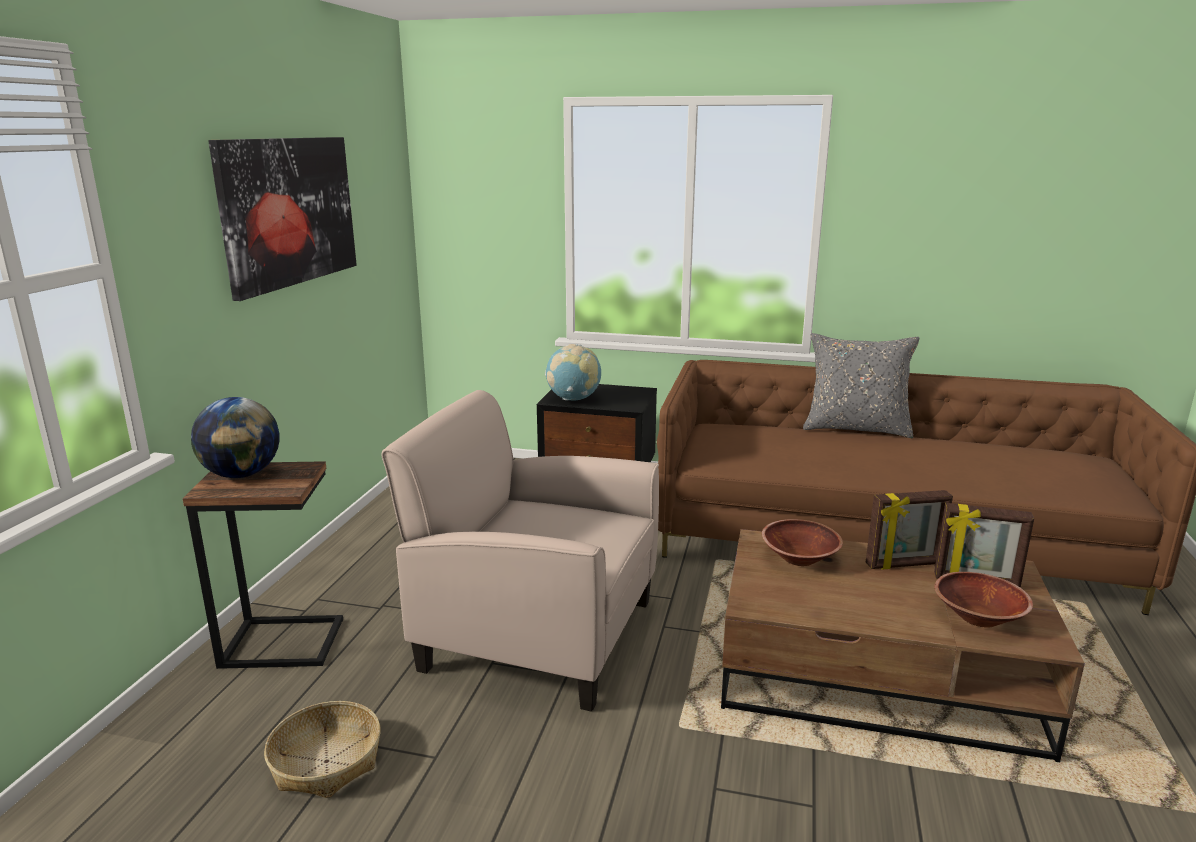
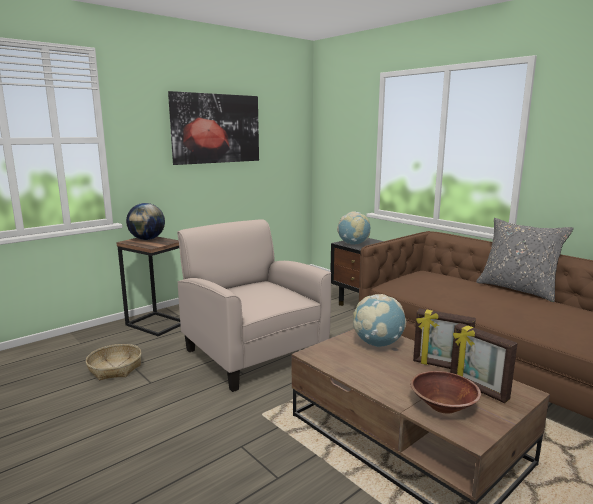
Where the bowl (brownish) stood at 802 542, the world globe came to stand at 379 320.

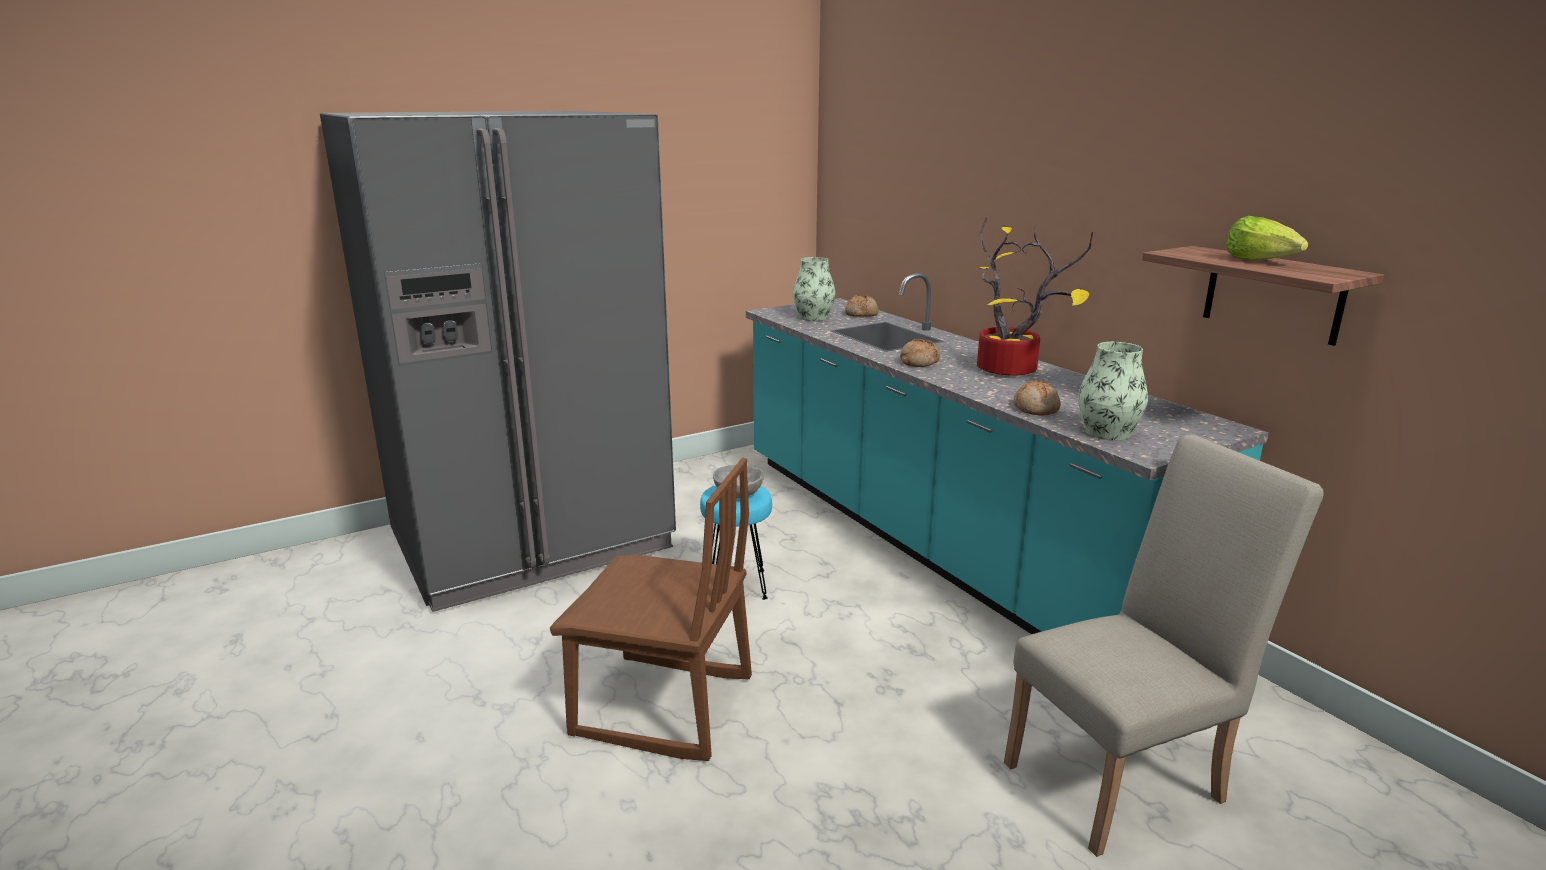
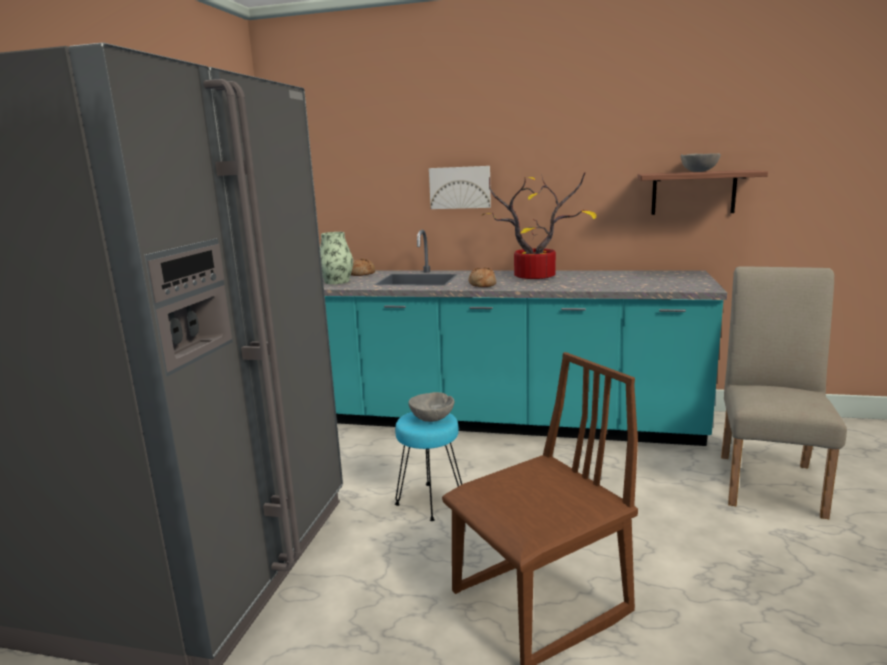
The second view gained the wall picture at 460 187.
Where the lettuce head stood at 1267 238, the bowl (greyish) came to stand at 701 162.
The second view lost the bread at 1037 397.
The second view lost the flower vase at 1113 391.

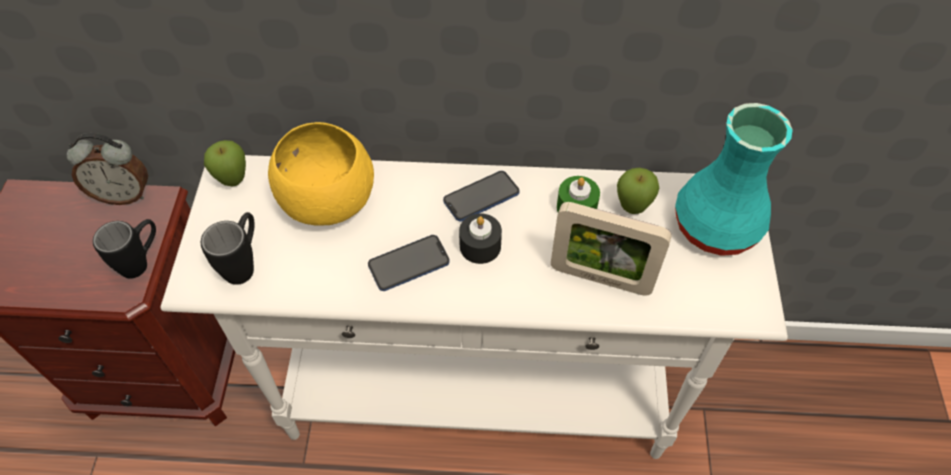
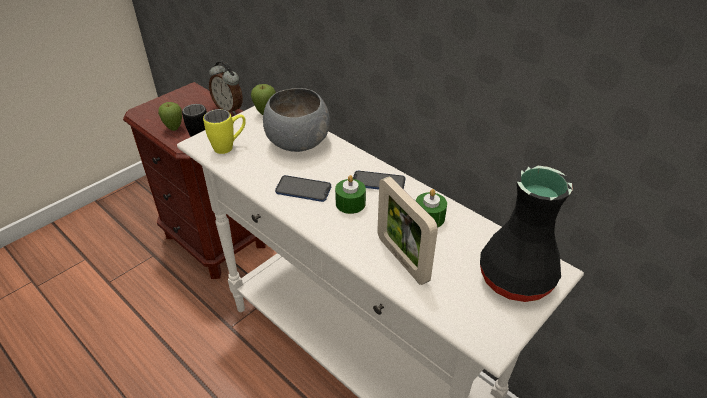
The apple ended up elsewhere, having gone from 638 191 to 170 116.
What was the mug (black) at 228 248 turned into the mug (yellowish) at 224 131.
What was the bowl (yellowish) at 321 174 turned into the bowl (greyish) at 296 120.
What was the wax light (black) at 480 238 turned into the wax light (green) at 350 194.
What was the flower vase (blue-green) at 734 179 turned into the flower vase (black) at 526 234.

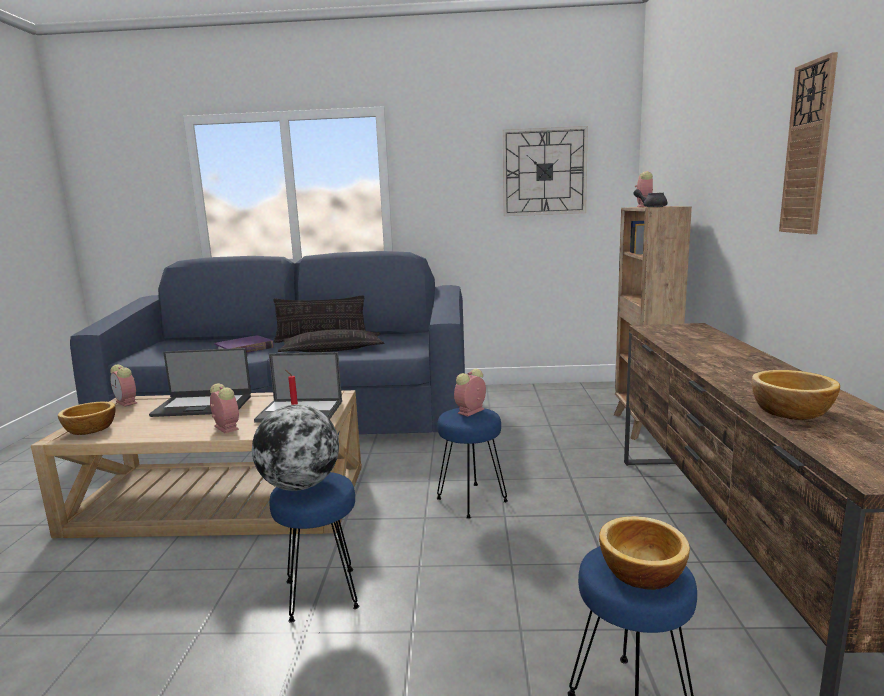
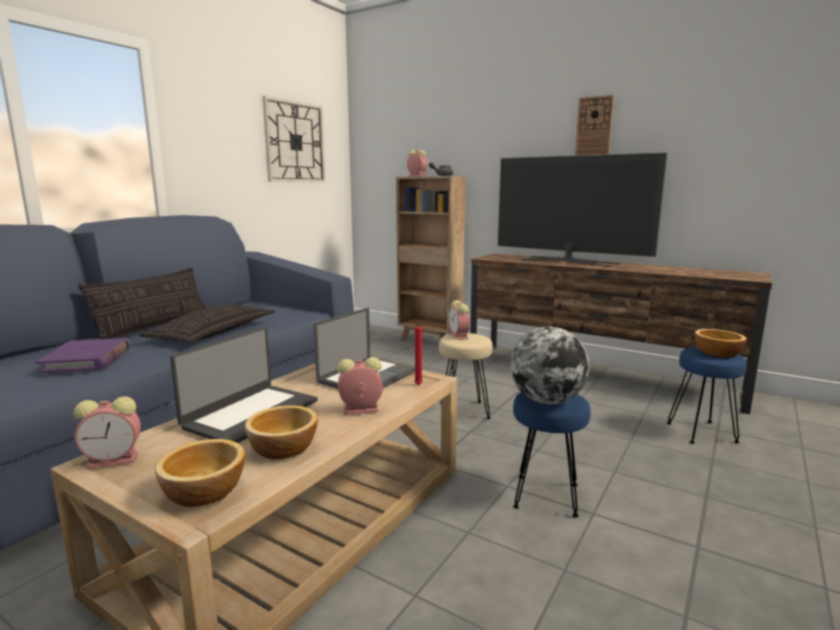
The bowl ended up elsewhere, having gone from 796 395 to 281 432.
What was the stool (bluish) at 472 463 turned into the stool (beige) at 466 376.
The second view gained the TV set at 582 209.

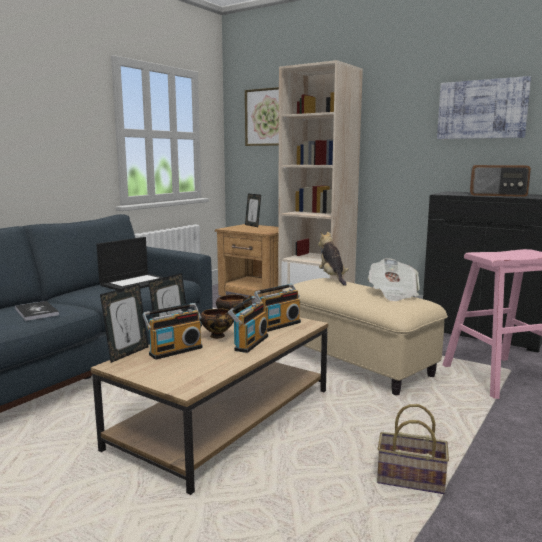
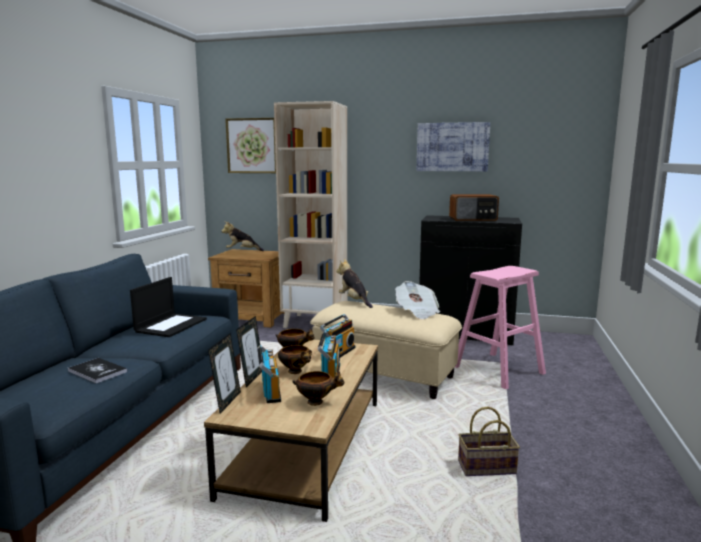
Where the picture frame stood at 253 210, the soft toy came to stand at 242 236.
The radio set at 172 331 ended up facing another way, 45 degrees counterclockwise from before.
The second view gained the bowl at 318 388.

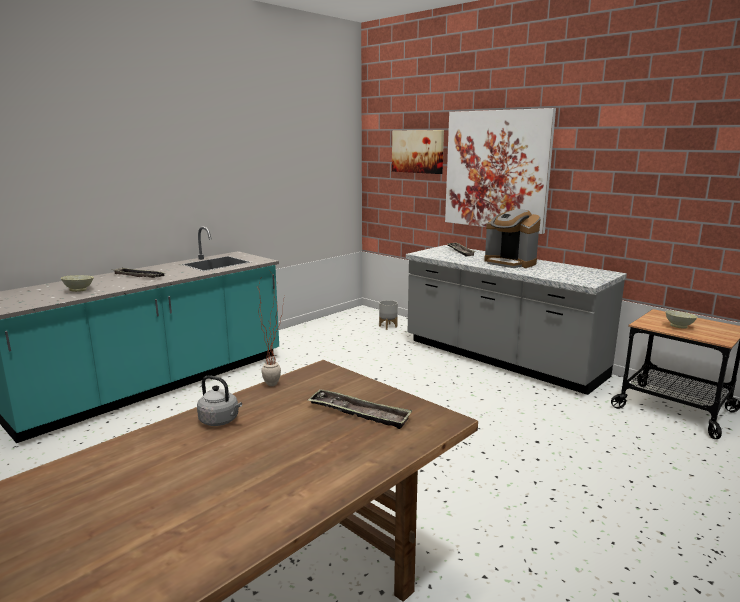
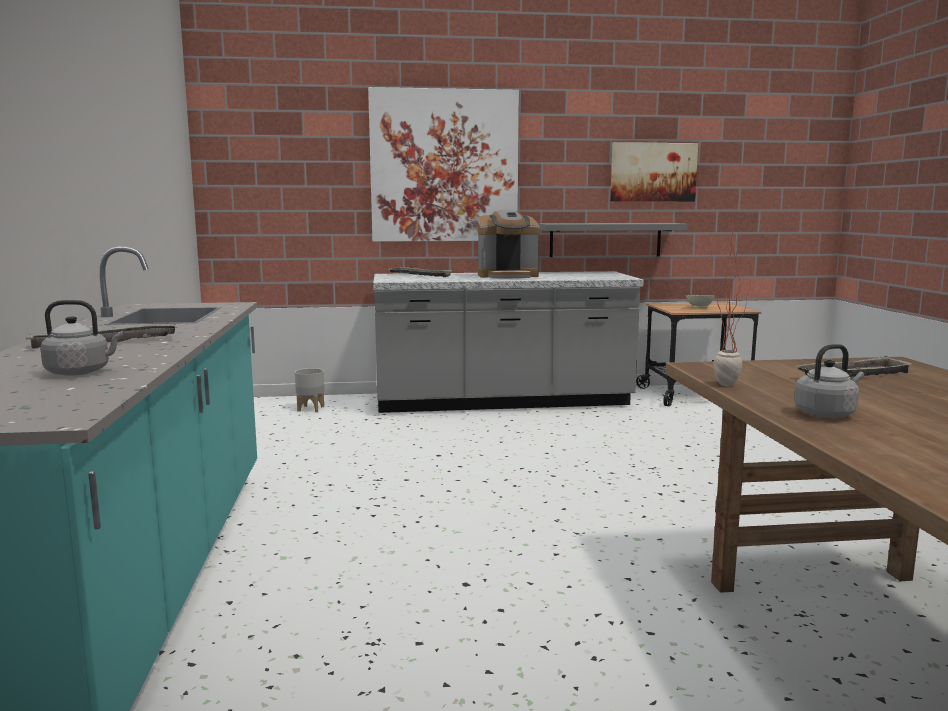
Where the bowl (beige) stood at 77 283, the tea kettle (greyish) came to stand at 81 338.
The second view gained the wall shelf (greyish) at 612 240.
The wall picture ended up elsewhere, having gone from 418 152 to 654 171.

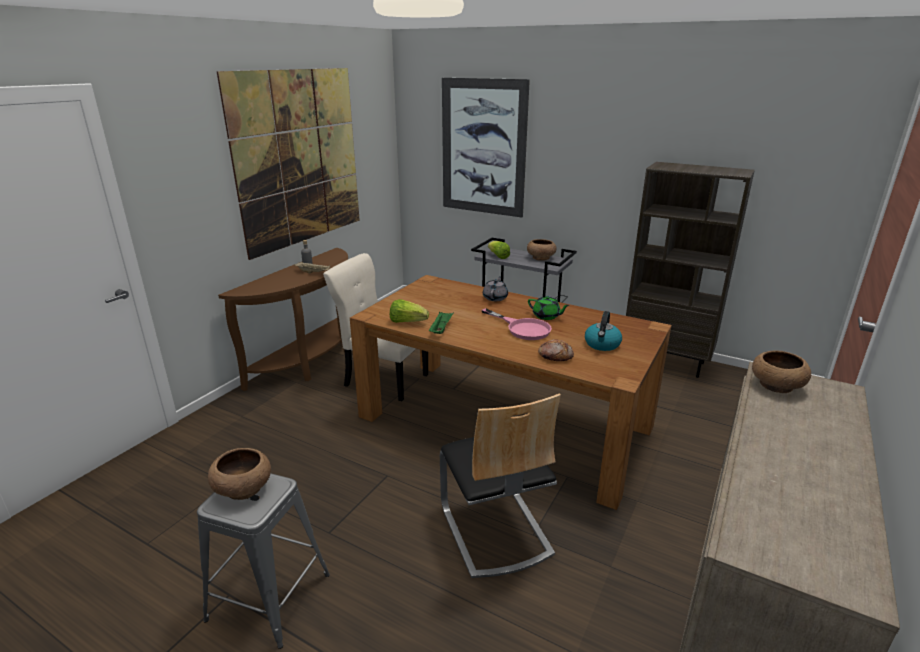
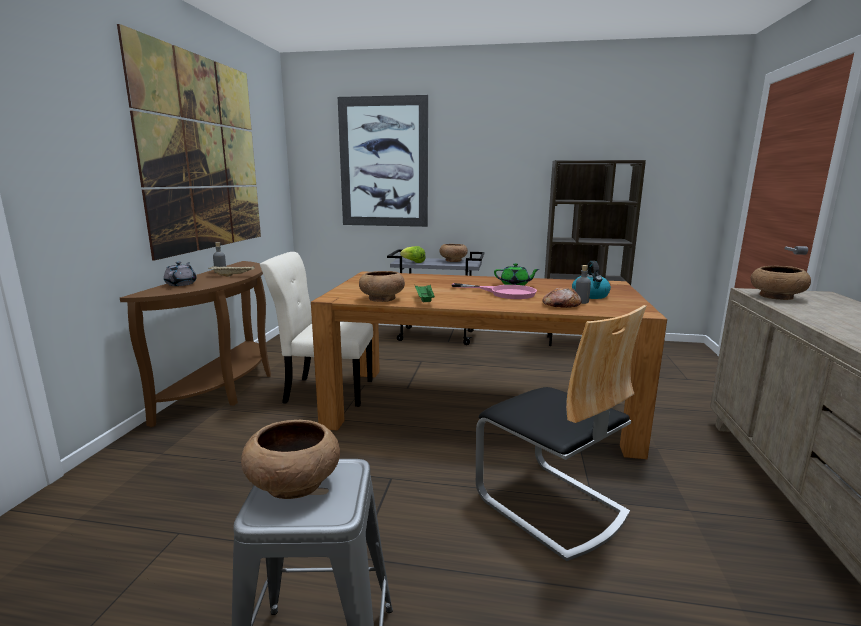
The pot for tea (greyish) ended up elsewhere, having gone from 495 288 to 180 274.
Where the lettuce head stood at 409 311, the bowl (brownish) came to stand at 382 286.
The second view gained the bottle (greyish) at 583 284.

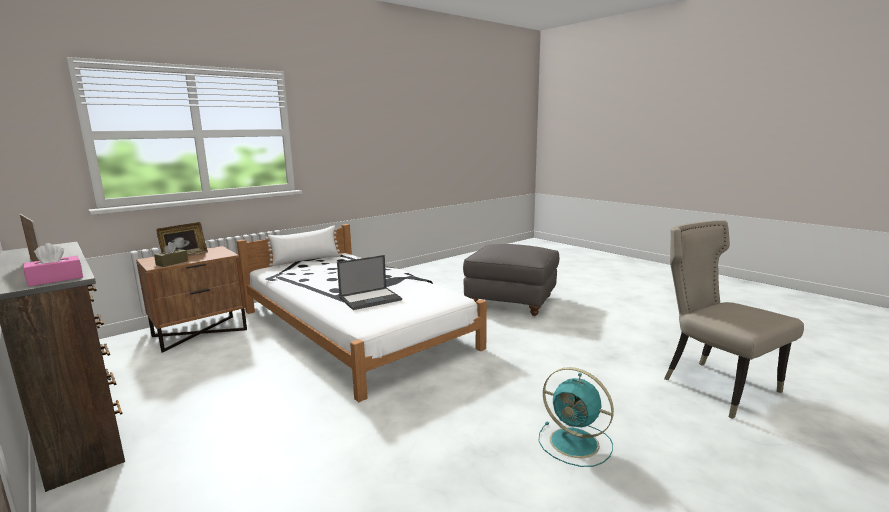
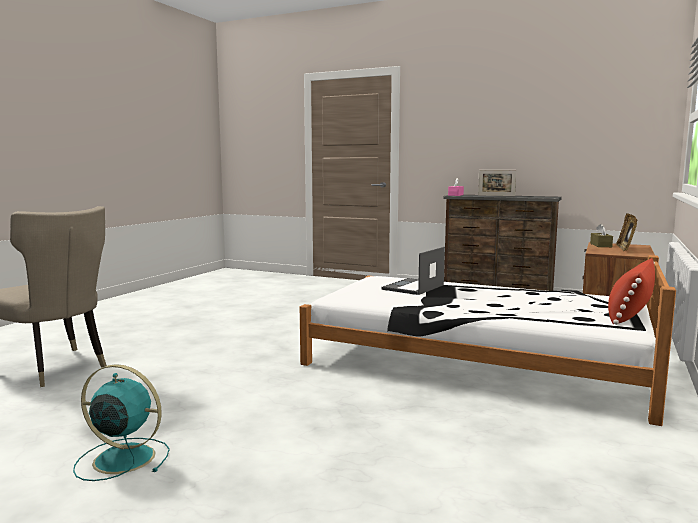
The electric fan (blue-green) ended up elsewhere, having gone from 576 417 to 121 422.
What was the throw pillow (whitish) at 303 246 turned into the throw pillow (red) at 631 291.
The second view lost the footrest (greyish) at 511 280.

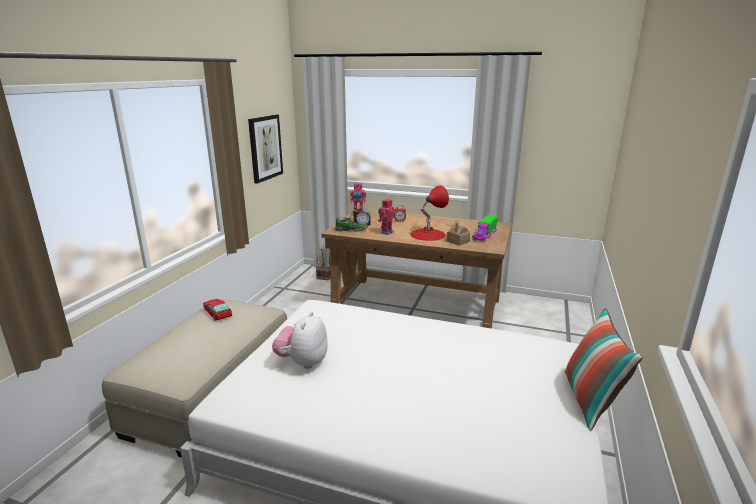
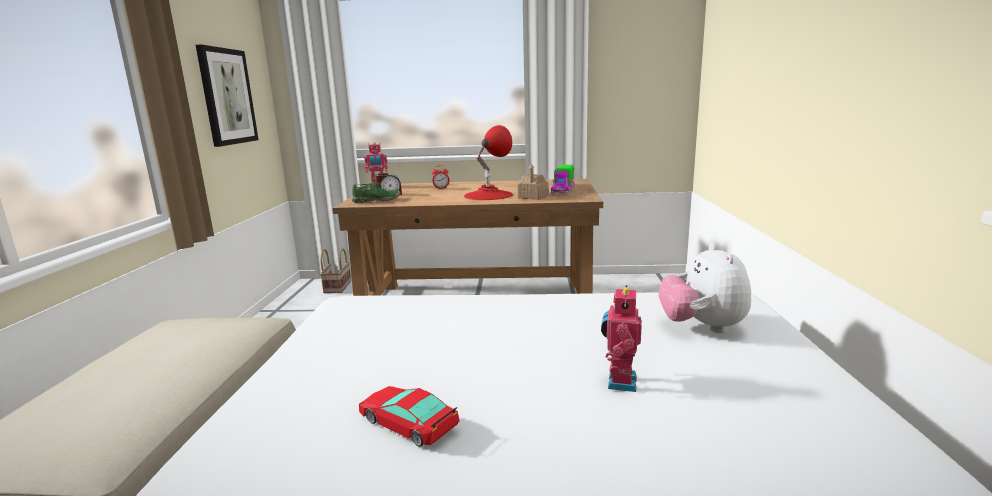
The miniature car ended up elsewhere, having gone from 217 310 to 409 416.
The model robot ended up elsewhere, having gone from 386 216 to 621 338.
The soft toy ended up elsewhere, having gone from 300 340 to 705 288.
The second view lost the throw pillow at 604 369.

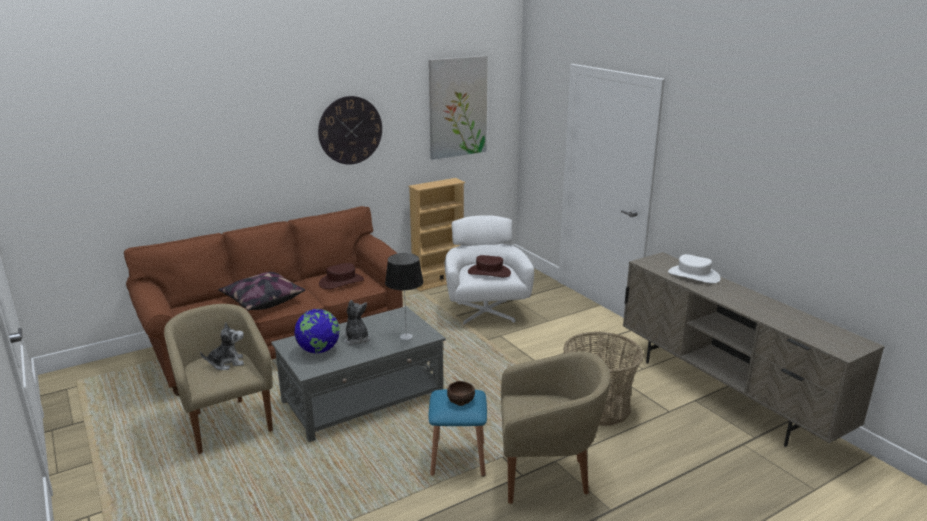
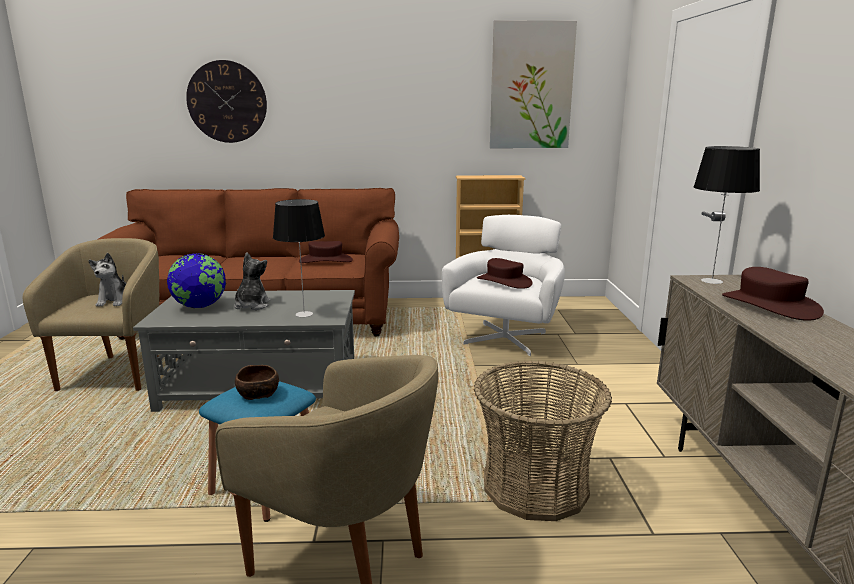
The soft toy at 222 346 ended up facing another way, 75 degrees clockwise from before.
The clock on the wall ended up elsewhere, having gone from 350 130 to 226 101.
The second view gained the lamp for a table at 727 215.
What was the wearable hat (whitish) at 694 269 turned into the wearable hat (brownish) at 773 294.
The second view lost the throw pillow at 261 291.

